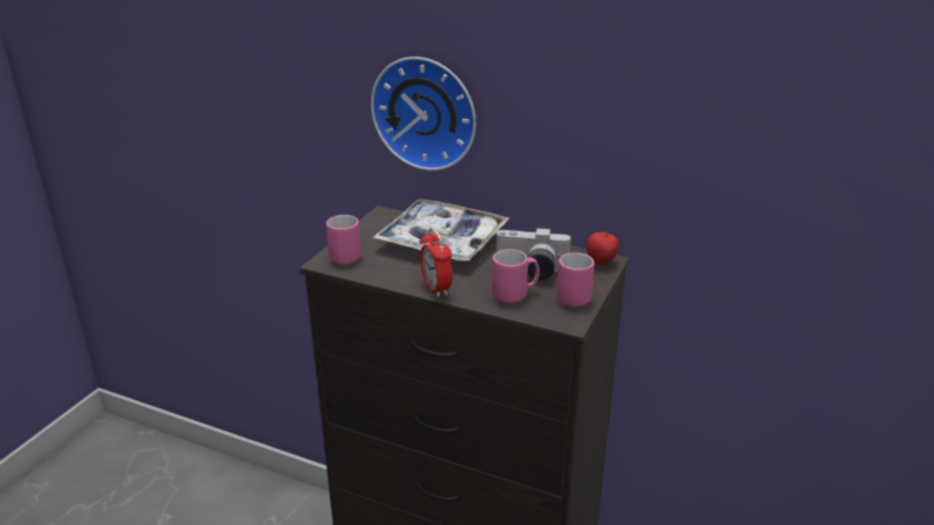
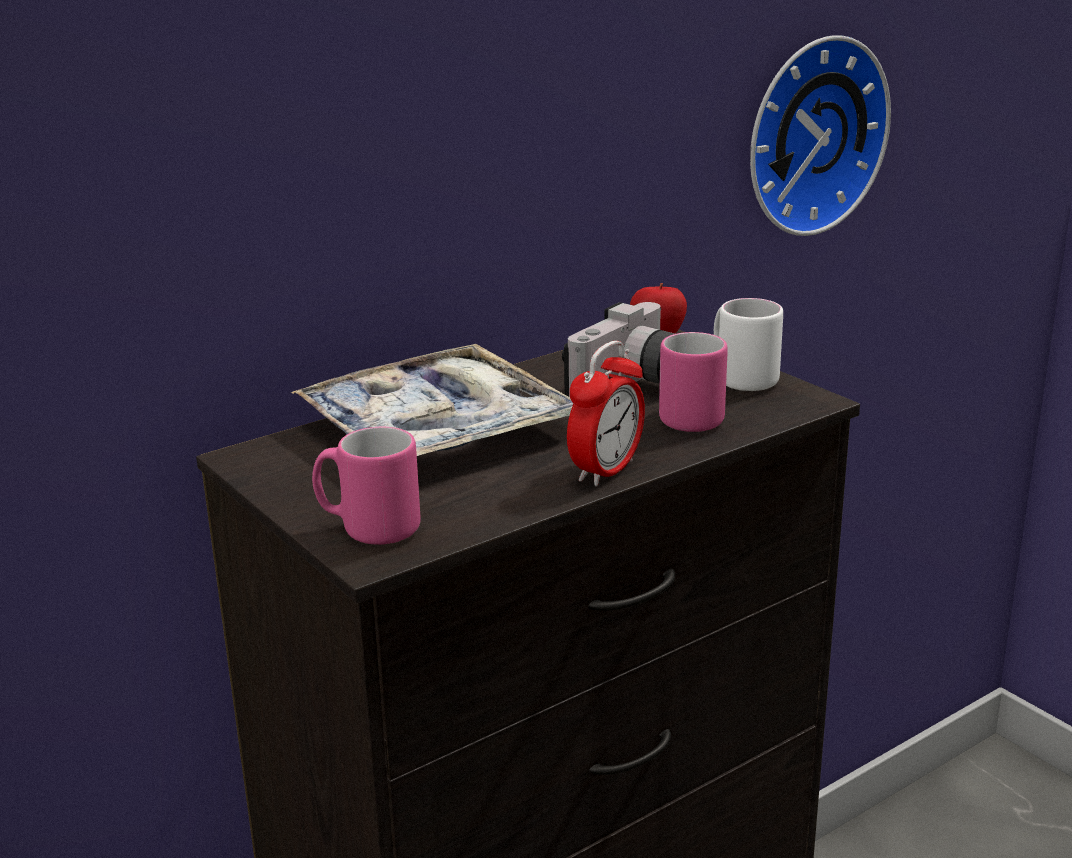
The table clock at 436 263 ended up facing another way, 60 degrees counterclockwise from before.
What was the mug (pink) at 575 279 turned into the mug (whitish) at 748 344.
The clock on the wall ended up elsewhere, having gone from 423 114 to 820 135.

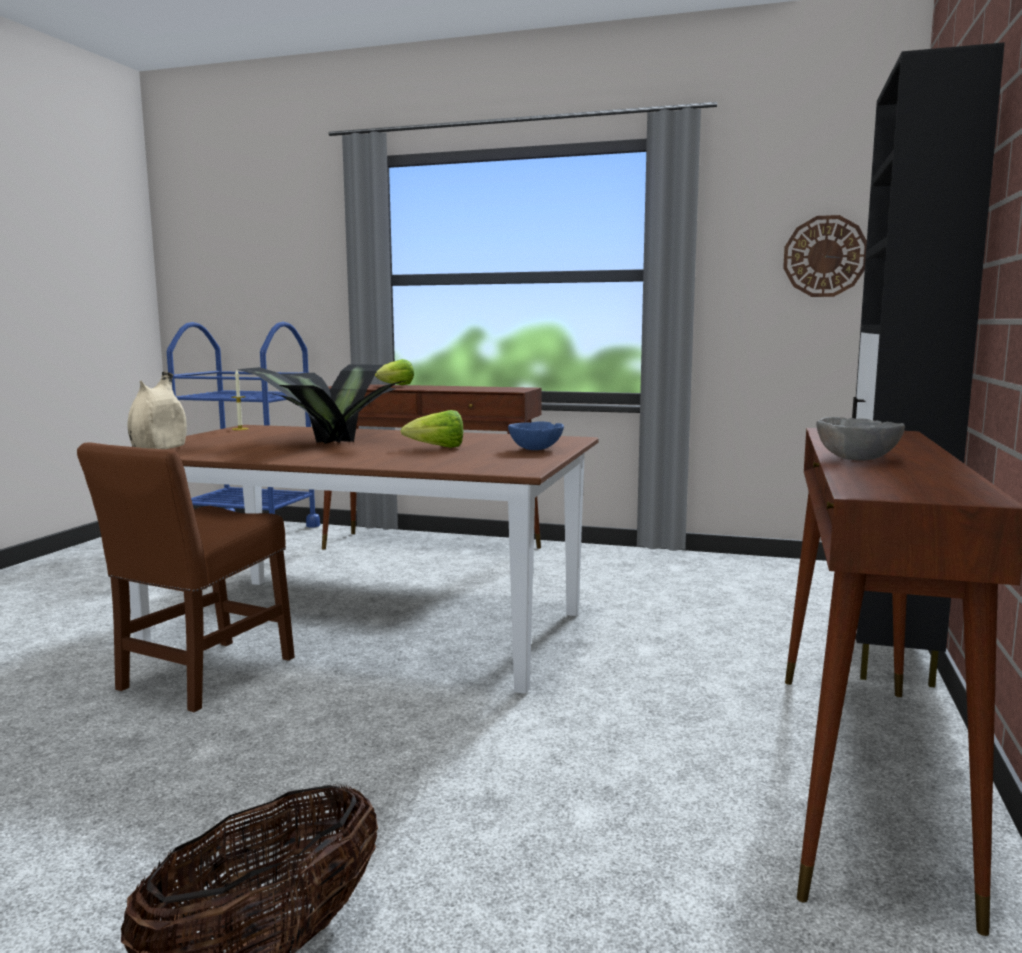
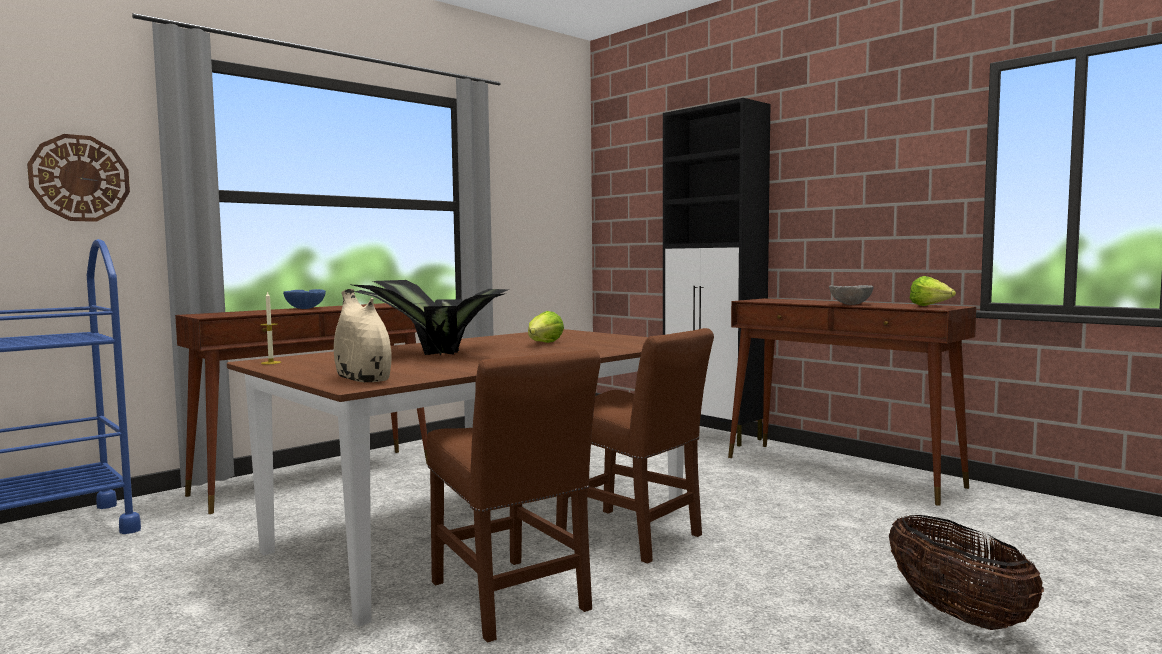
The clock on the wall ended up elsewhere, having gone from 825 256 to 78 178.
The bowl (bluish) ended up elsewhere, having gone from 536 435 to 304 299.
The second view gained the plain chair (brownish) at 635 446.
The lettuce head ended up elsewhere, having gone from 394 372 to 933 291.

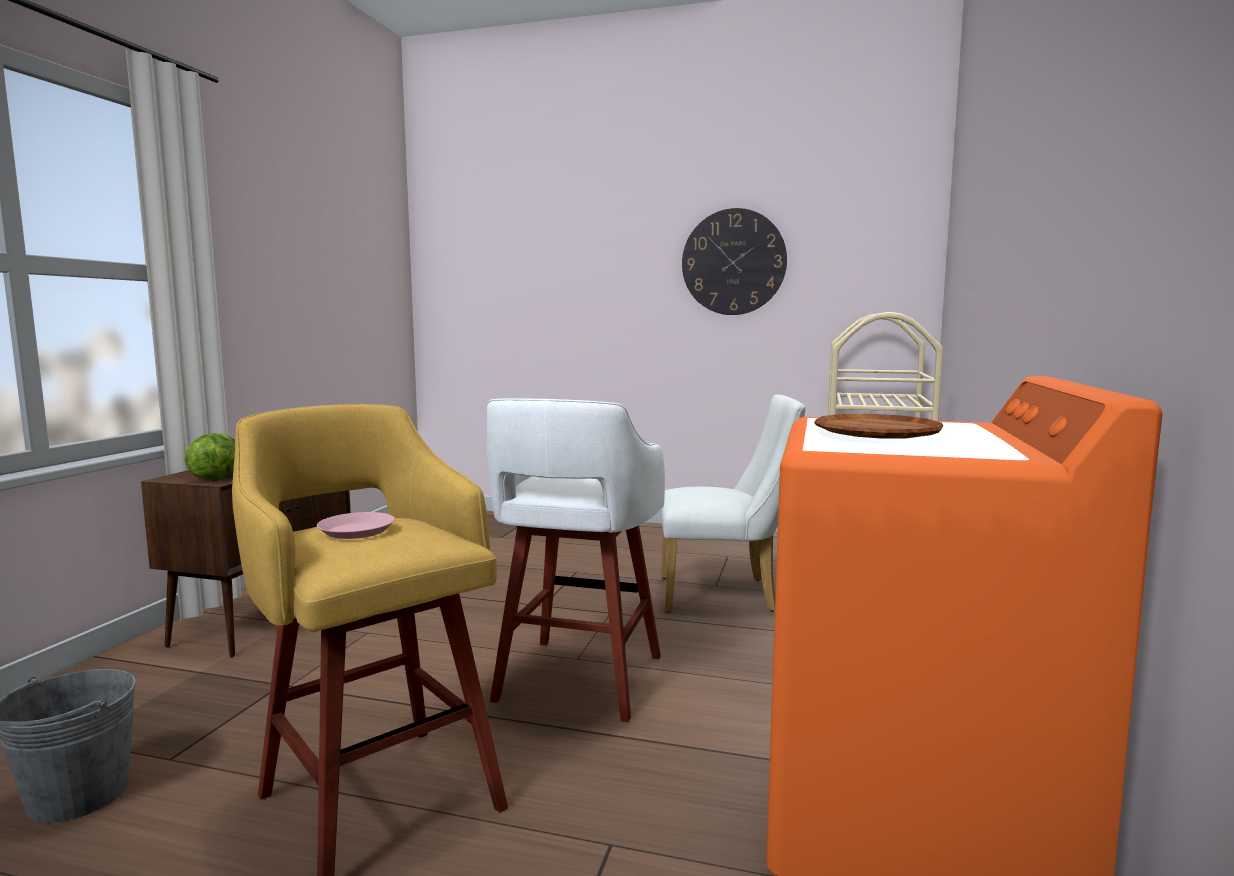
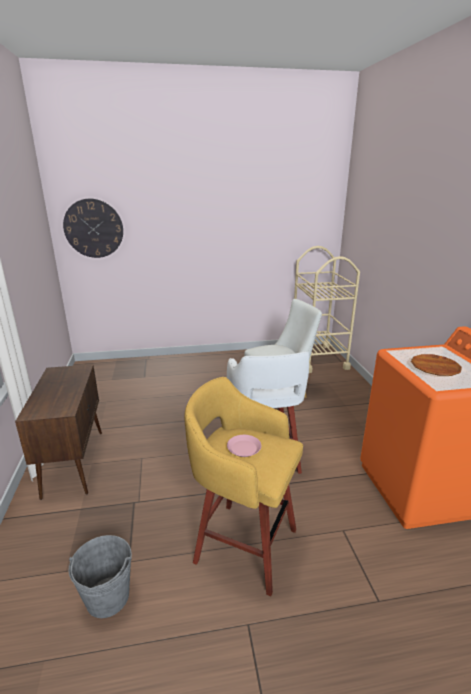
The clock on the wall ended up elsewhere, having gone from 734 261 to 93 228.
The second view lost the lettuce head at 210 456.

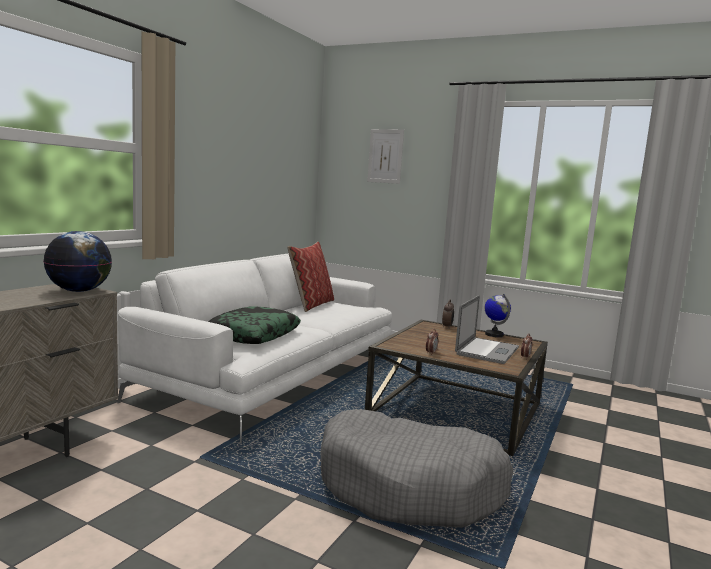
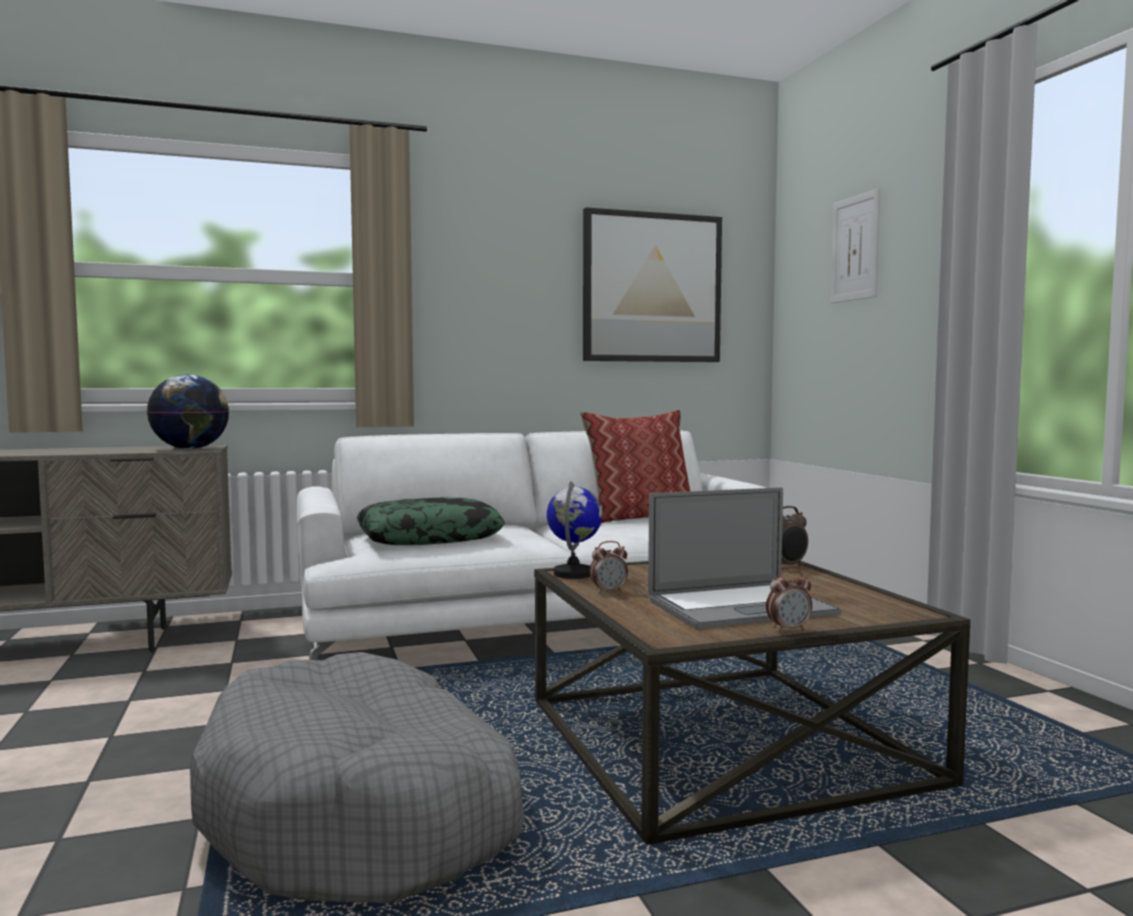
The world globe ended up elsewhere, having gone from 498 315 to 574 530.
The second view gained the wall picture at 652 284.

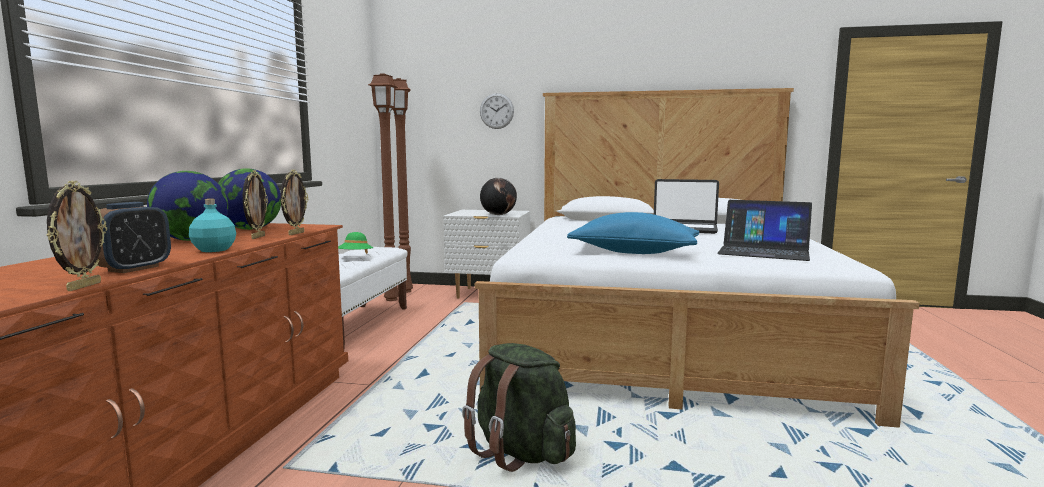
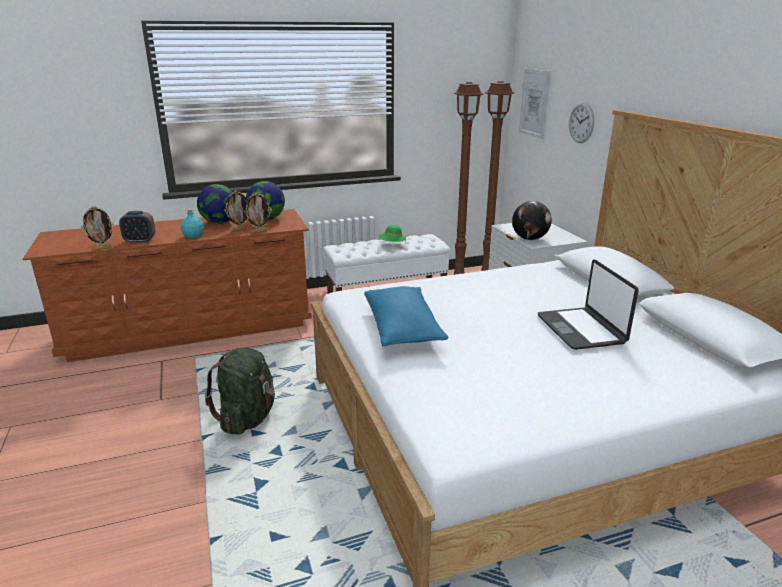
The second view gained the wall picture at 535 104.
The second view lost the notebook computer at 764 230.

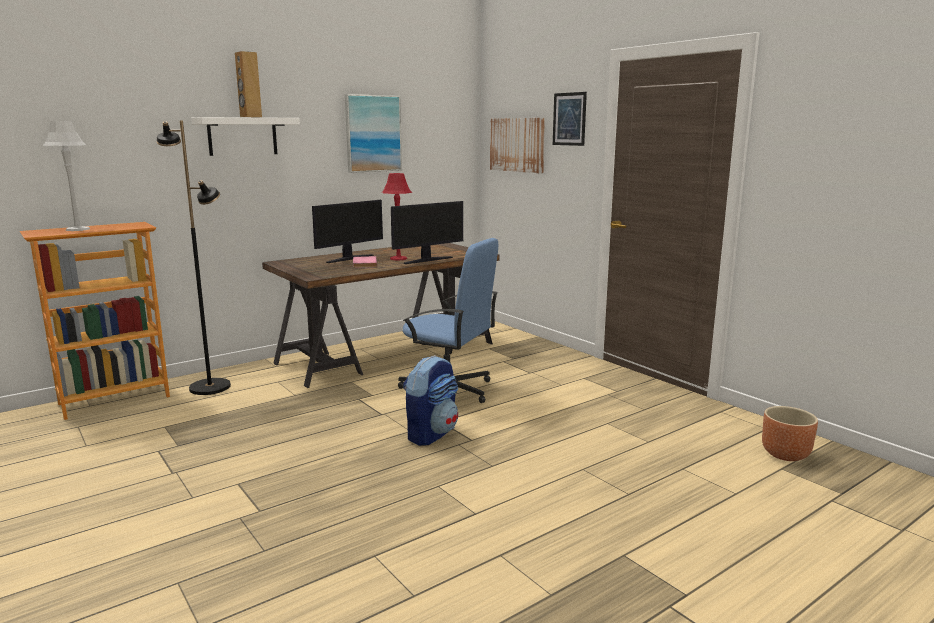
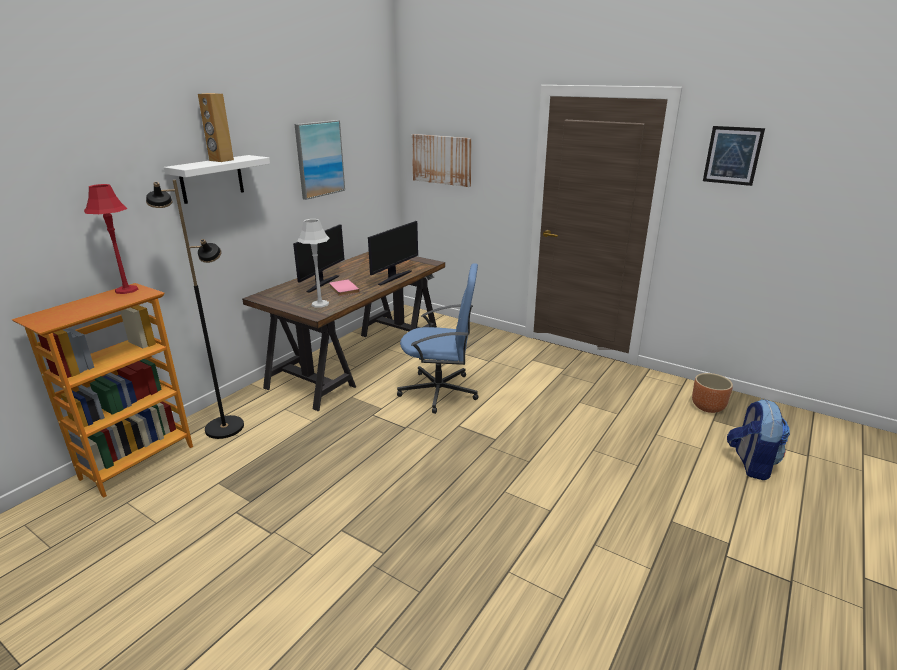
The lamp for a table (red) ended up elsewhere, having gone from 397 217 to 111 239.
The lamp for a table (greyish) ended up elsewhere, having gone from 66 176 to 313 263.
The wall picture ended up elsewhere, having gone from 570 119 to 734 156.
The knapsack ended up elsewhere, having gone from 430 400 to 758 439.

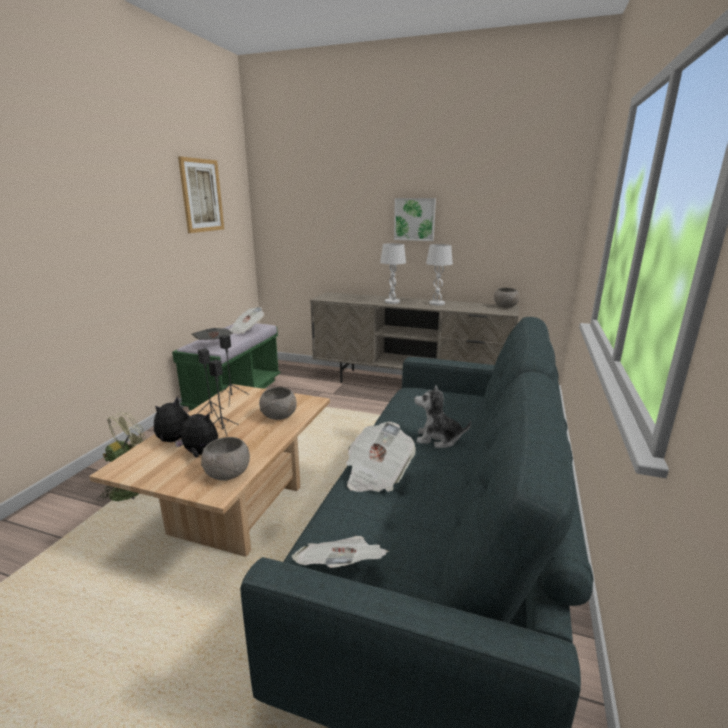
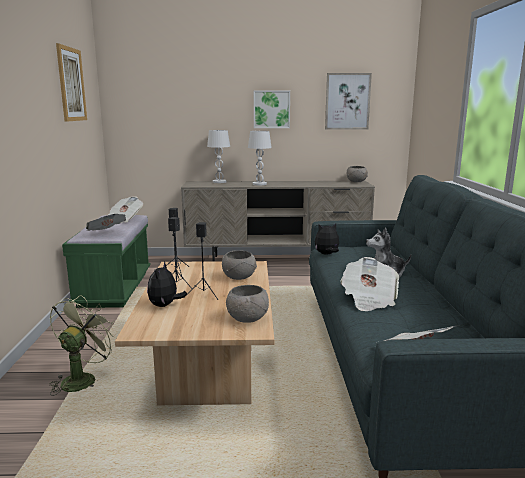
The lamp for a table (whitish) ended up elsewhere, having gone from 439 274 to 218 156.
The soft toy ended up elsewhere, having gone from 196 434 to 327 239.
The second view gained the wall picture at 348 101.

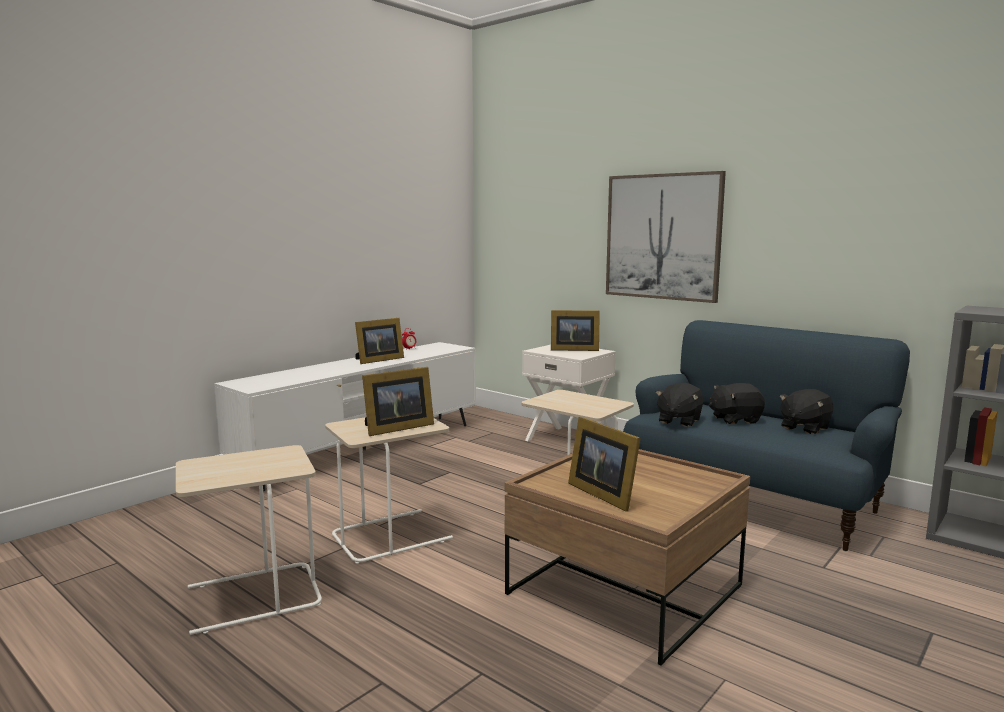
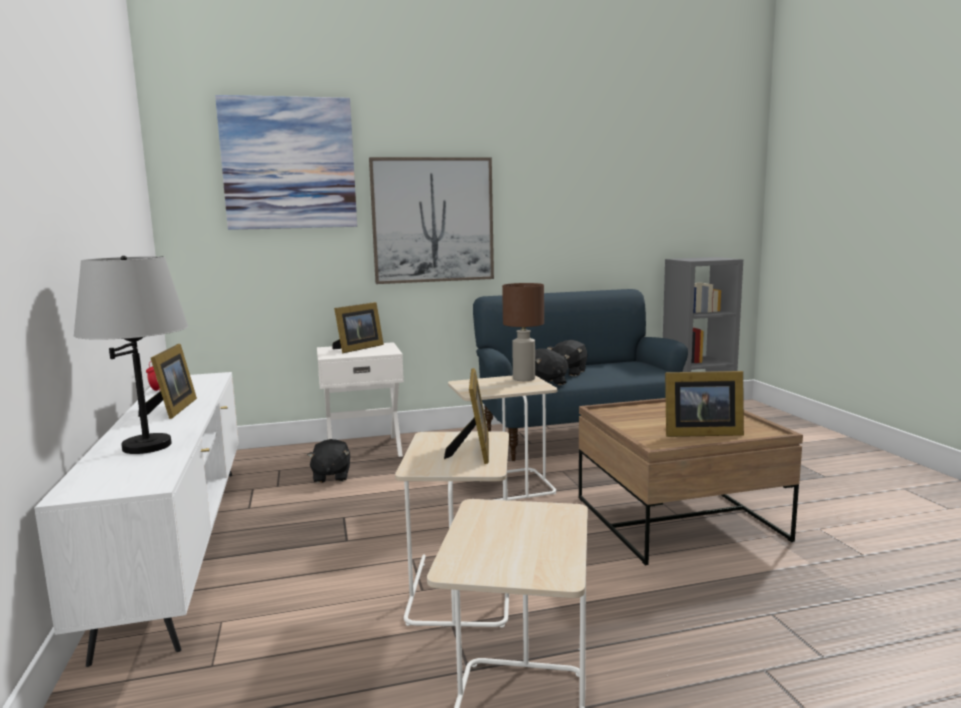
The second view gained the lamp for a table (greyish) at 131 355.
The second view gained the wall picture at 286 162.
The soft toy (black) ended up elsewhere, having gone from 806 411 to 328 461.
The second view gained the lamp for a table (brownish) at 523 332.

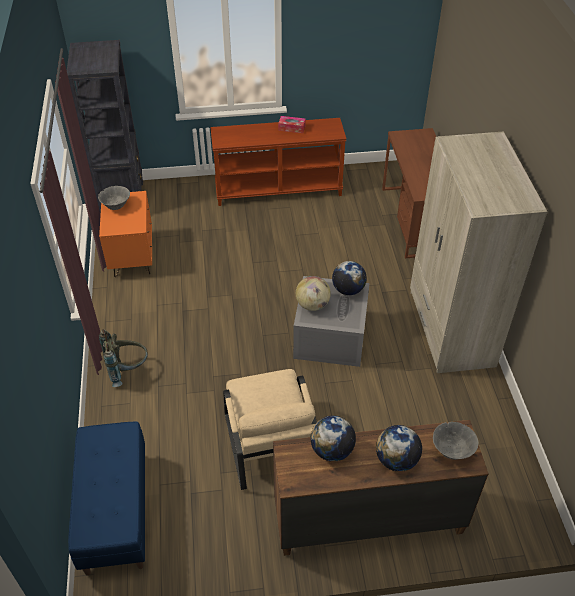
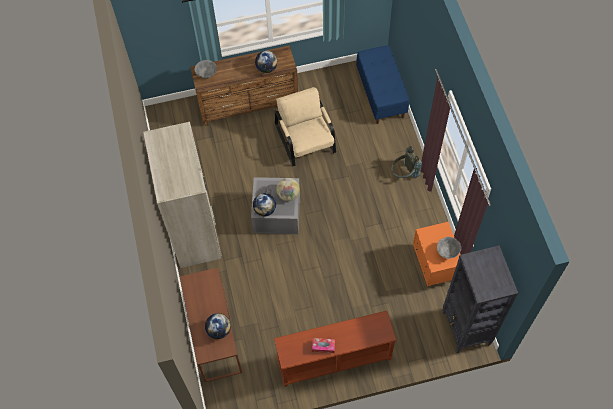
The world globe ended up elsewhere, having gone from 399 448 to 218 326.

